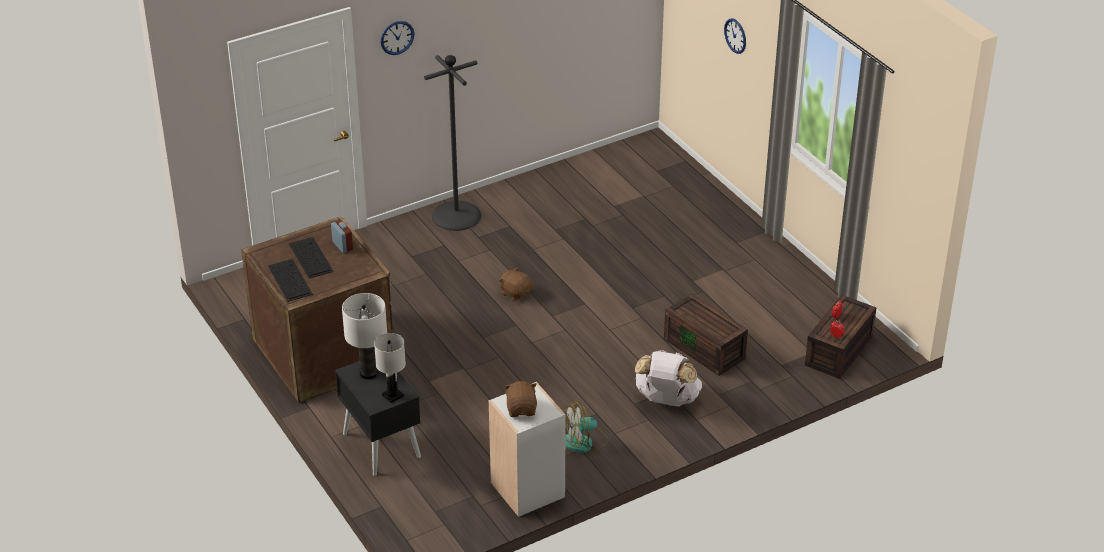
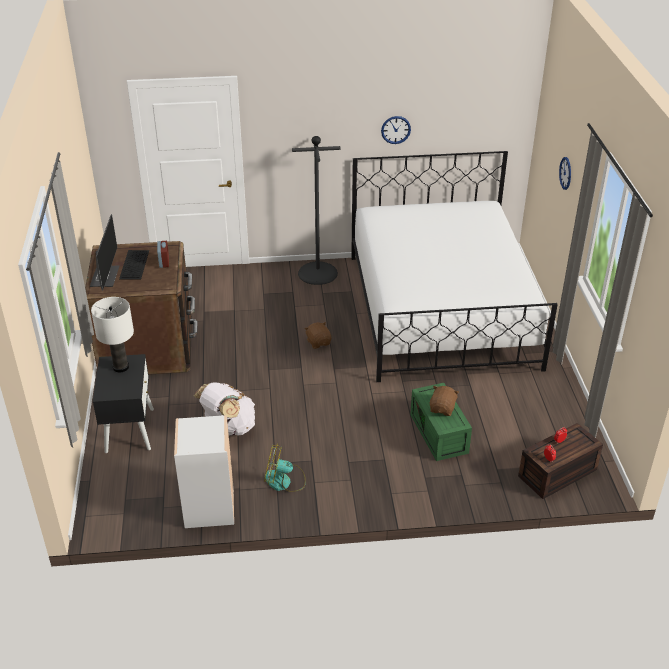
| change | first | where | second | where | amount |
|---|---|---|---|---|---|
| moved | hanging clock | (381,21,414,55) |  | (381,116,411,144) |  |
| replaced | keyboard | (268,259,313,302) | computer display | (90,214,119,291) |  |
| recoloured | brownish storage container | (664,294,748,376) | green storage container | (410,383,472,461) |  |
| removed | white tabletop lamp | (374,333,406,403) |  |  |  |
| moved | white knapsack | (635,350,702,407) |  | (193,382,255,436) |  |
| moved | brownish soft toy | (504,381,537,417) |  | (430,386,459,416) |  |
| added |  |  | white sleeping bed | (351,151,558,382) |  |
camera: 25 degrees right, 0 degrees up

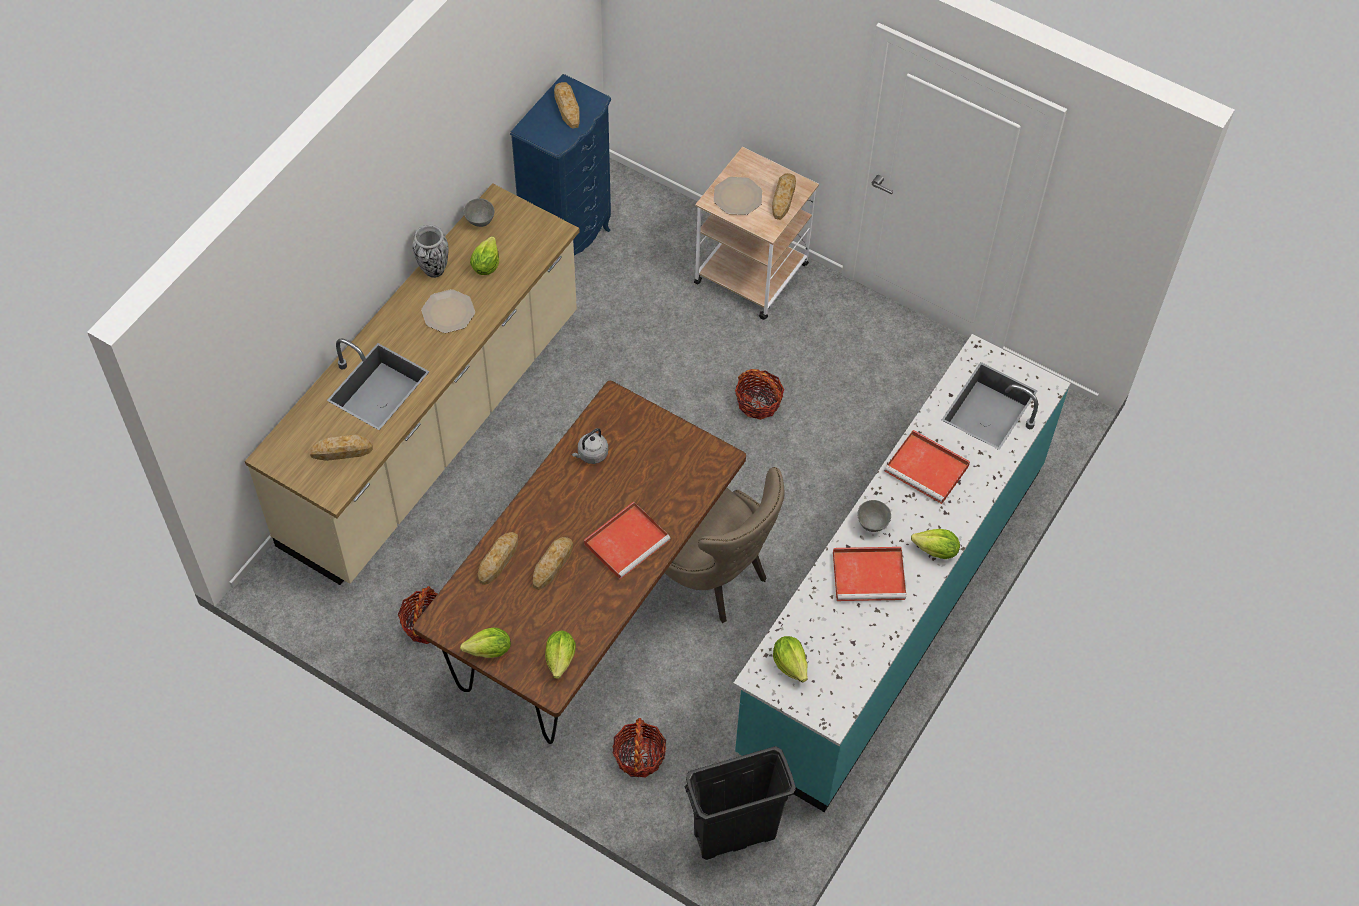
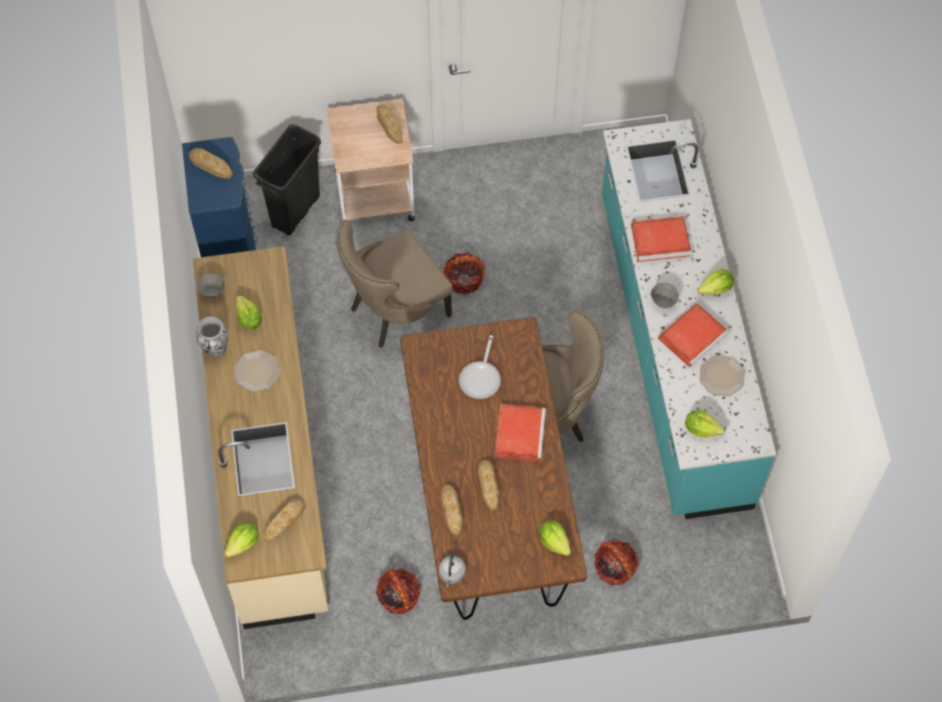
| change | first | where | second | where | amount |
|---|---|---|---|---|---|
| moved | plate | (714,177,762,215) |  | (699,355,745,396) |  |
| moved | greyish tea kettle | (572,428,608,464) |  | (439,553,466,587) |  |
| moved | head of lettuce | (460,627,511,658) |  | (224,522,258,558) |  |
| moved | black trash can | (684,746,796,860) |  | (253,124,321,236) |  |
| added |  |  | beige-coloured chair | (336,220,453,348) |  |
| added |  |  | skillet | (459,335,501,399) |  |
camera: 40 degrees left, 5 degrees up

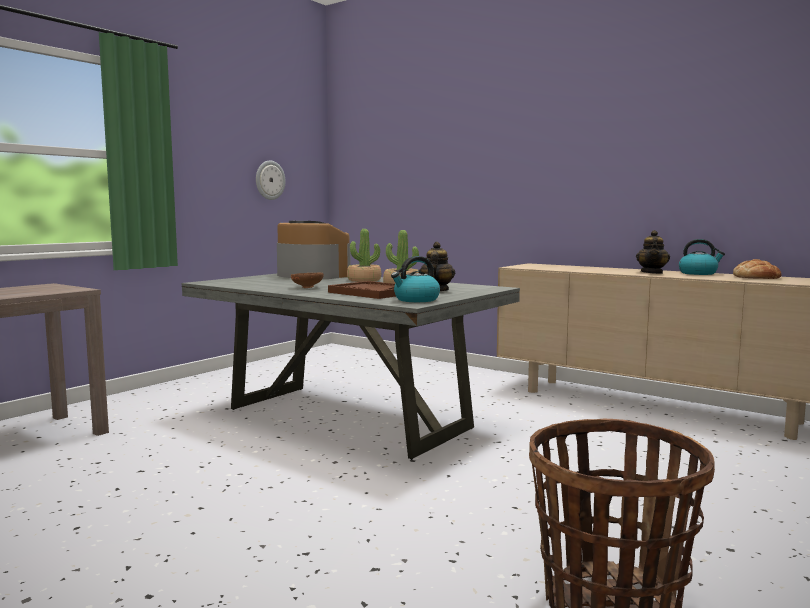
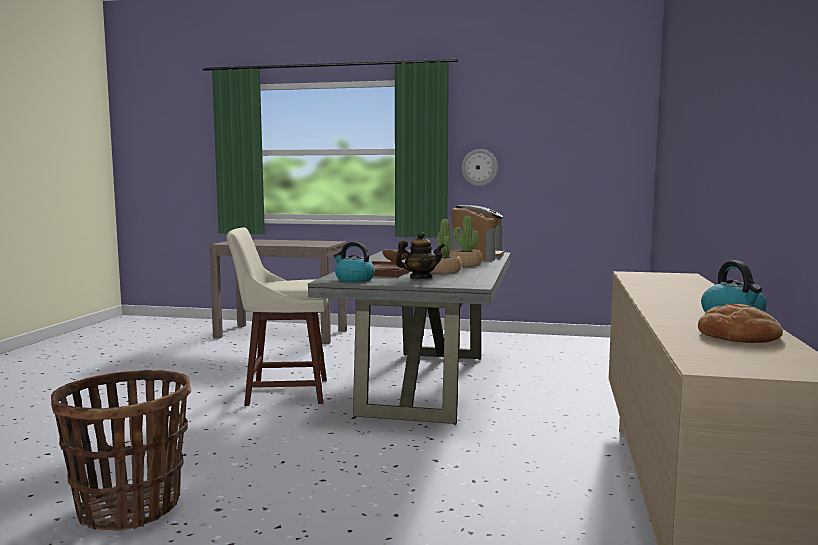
| change | first | where | second | where | amount |
|---|---|---|---|---|---|
| moved | hanging clock | (256,161,286,200) |  | (461,149,498,186) |  |
| removed | pot for tea | (636,230,670,274) |  |  |  |
| added |  |  | beige-coloured sitting stool | (227,227,328,406) |  |
camera: 65 degrees right, 0 degrees up

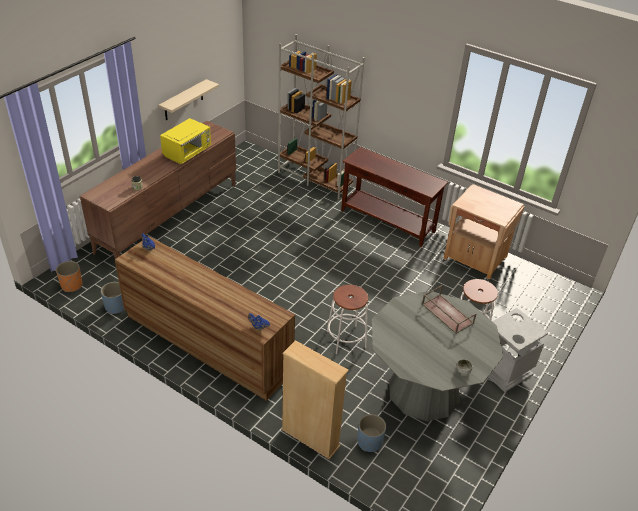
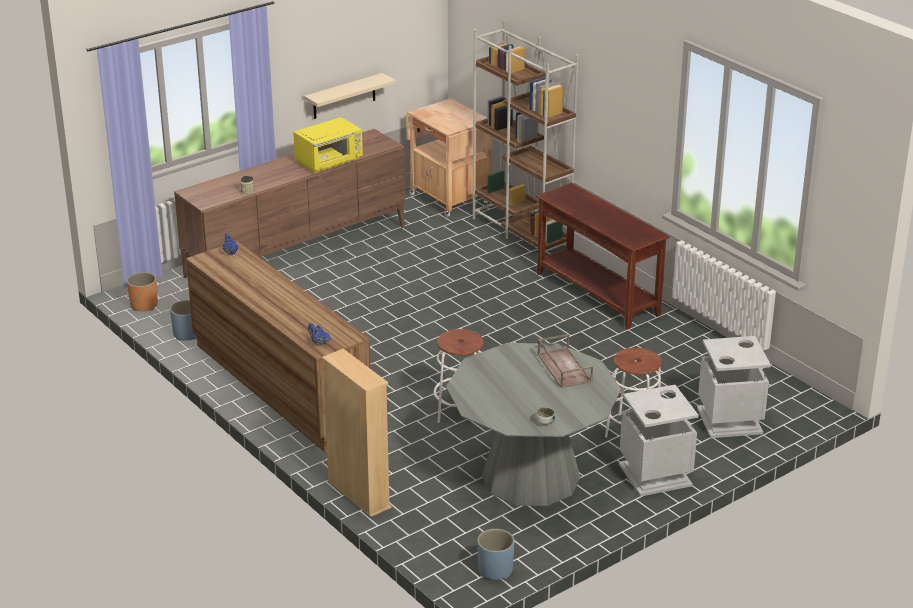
| change | first | where | second | where | amount |
|---|---|---|---|---|---|
| moved | brownish wheeled cart | (441,184,525,281) |  | (406,98,493,217) |  |
| moved | blue-coloured plant pot | (357,414,386,452) |  | (477,529,515,580) |  |
| added |  |  | greyish trash can | (697,336,771,438) |  |
camera: 20 degrees right, 10 degrees down

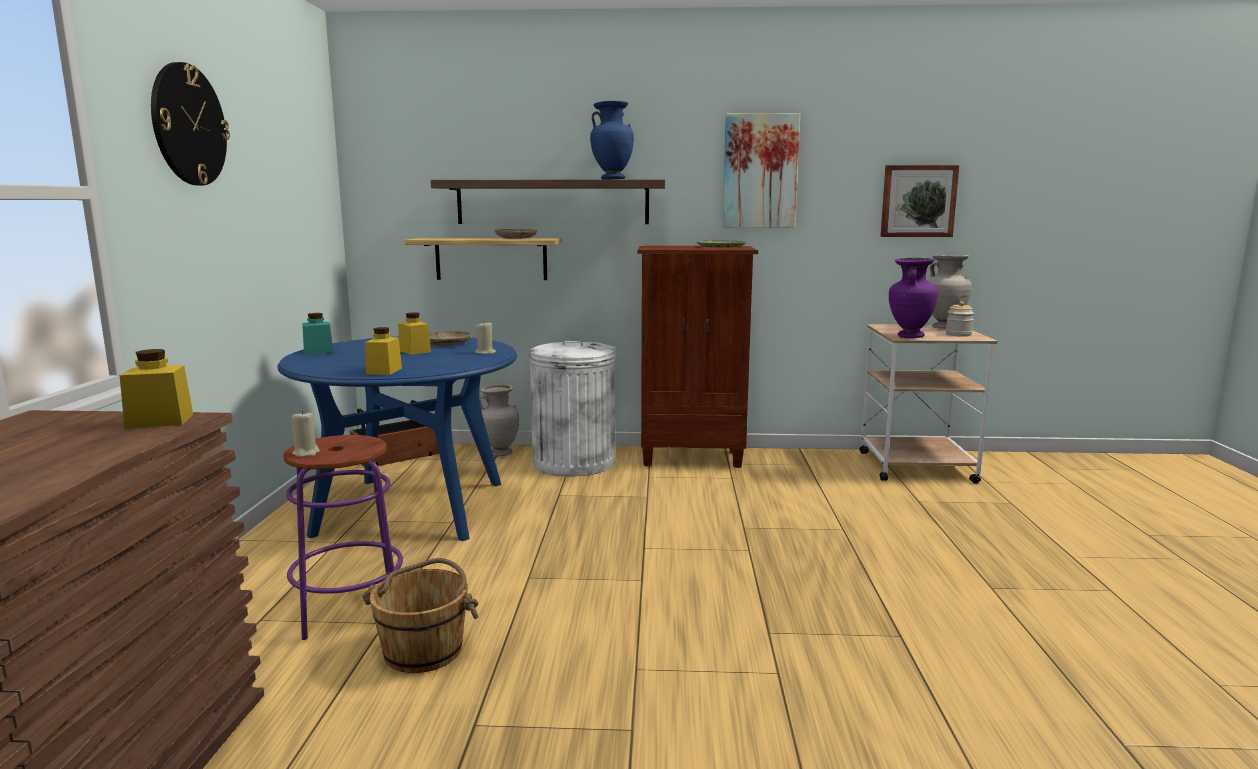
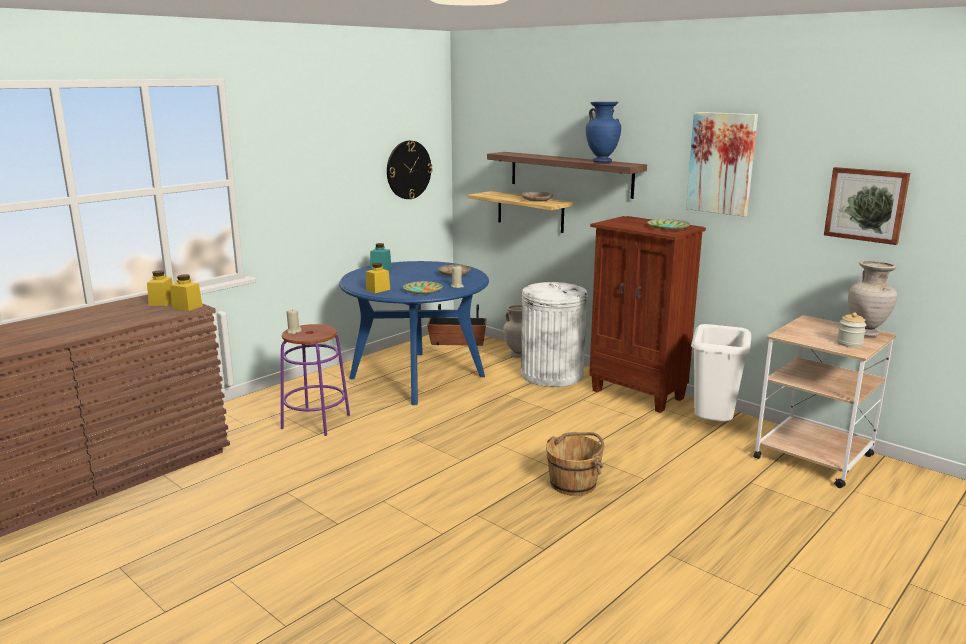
| change | first | where | second | where | amount |
|---|---|---|---|---|---|
| moved | hanging clock | (151,62,230,186) |  | (387,141,432,199) |  |
| removed | purplish vase | (889,258,938,338) |  |  |  |
| moved | yellowish preserve jar | (398,312,431,355) |  | (147,270,173,306) |  |
| moved | brownish pail | (362,558,479,673) |  | (546,432,604,496) |  |
| added |  |  | plate | (403,281,443,294) |  |
| added |  |  | white trash can | (691,324,751,422) |  |
camera: 40 degrees right, 5 degrees up

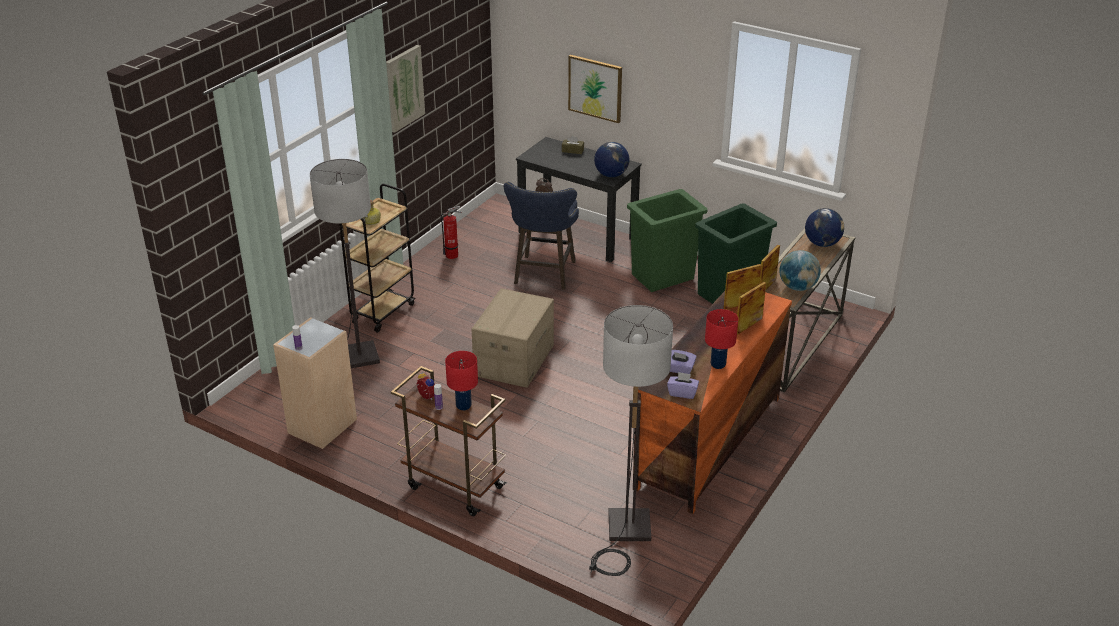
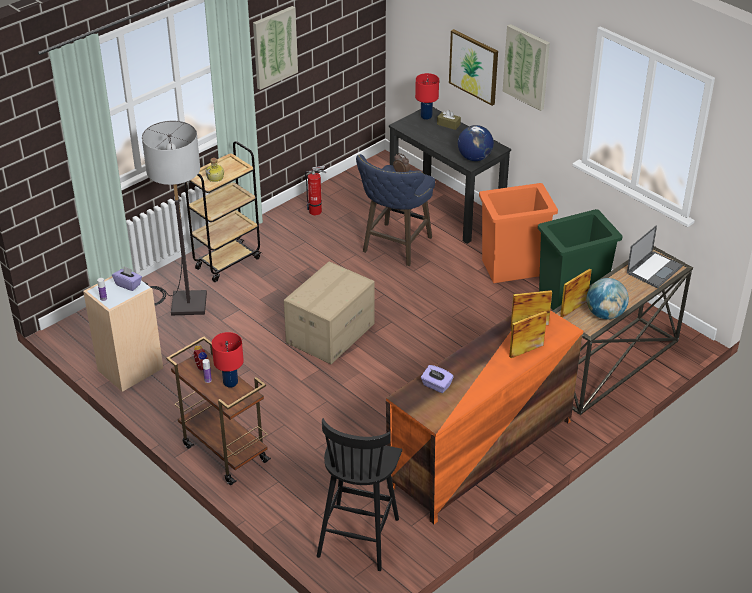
| change | first | where | second | where | amount |
|---|---|---|---|---|---|
| recoloured | green trash can | (627,189,708,292) | orangey trash can | (479,183,558,283) |  |
| replaced | world globe | (805,208,844,247) | laptop | (627,225,683,289) |  |
| replaced | standard lamp | (589,305,673,576) | black sitting stool | (317,418,402,571) |  |
| moved | red-coloured tabletop lamp | (705,309,738,369) |  | (415,73,439,120) |  |
| moved | purplish tissue box | (667,372,699,399) |  | (112,266,142,291) |  |
| added |  |  | wall picture | (502,24,550,111) |  |
camera: 15 degrees right, 5 degrees up

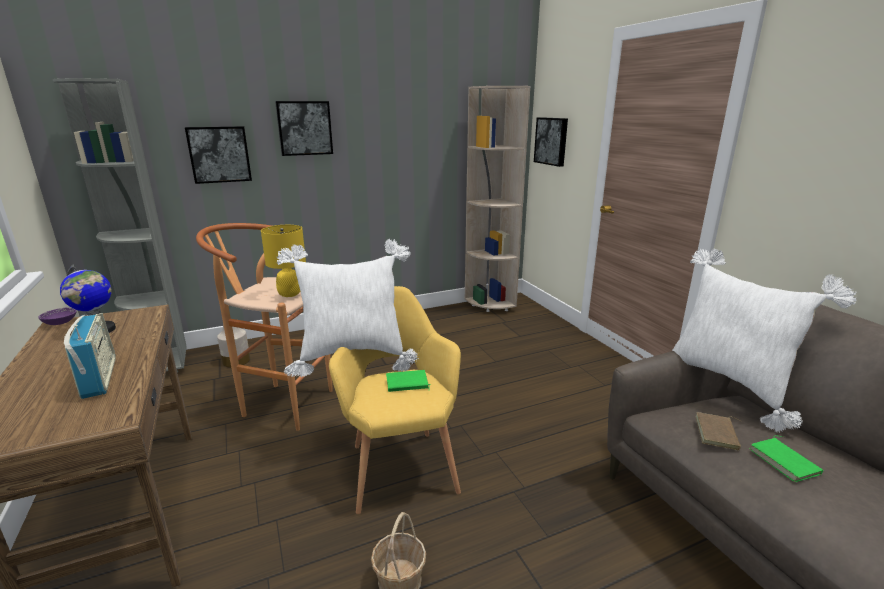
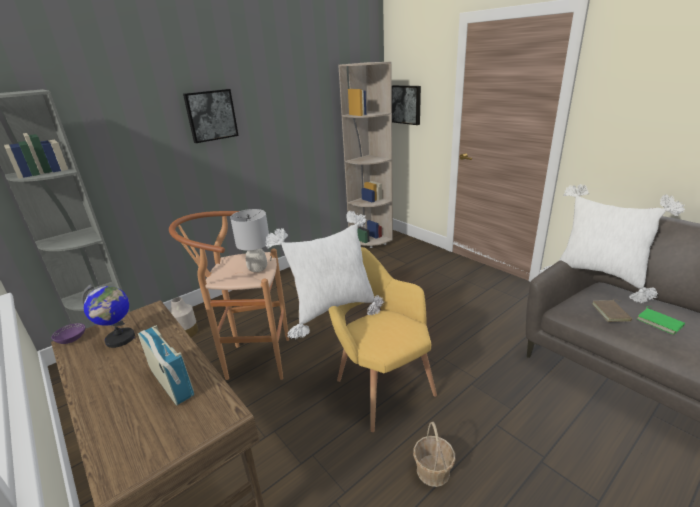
| change | first | where | second | where | amount |
|---|---|---|---|---|---|
| removed | wall picture | (185,126,252,184) |  |  |  |
| recoloured | yellowish tabletop lamp | (261,225,306,297) | greyish tabletop lamp | (230,209,269,272) |  |
| removed | green volume | (386,370,430,392) |  |  |  |
camera: 15 degrees left, 5 degrees up

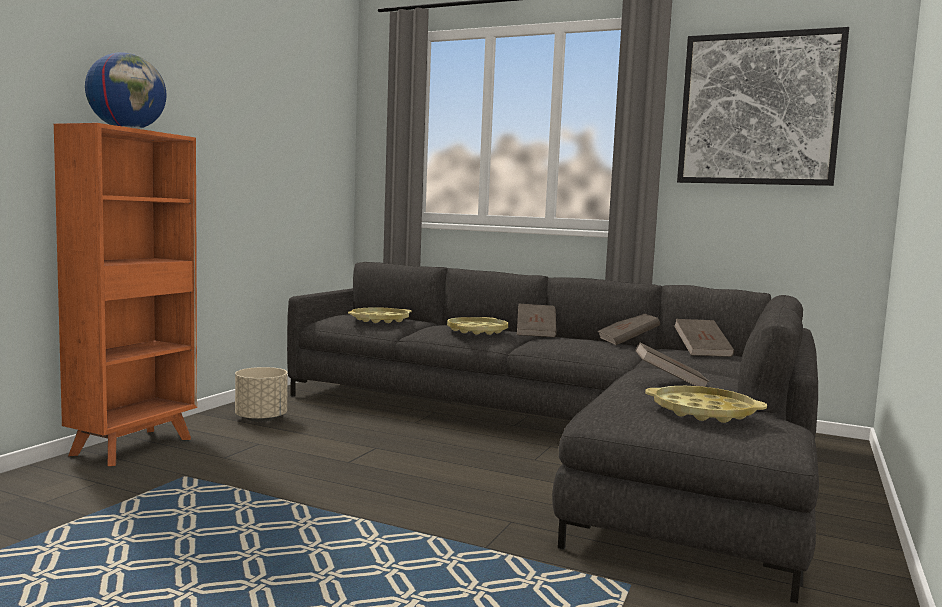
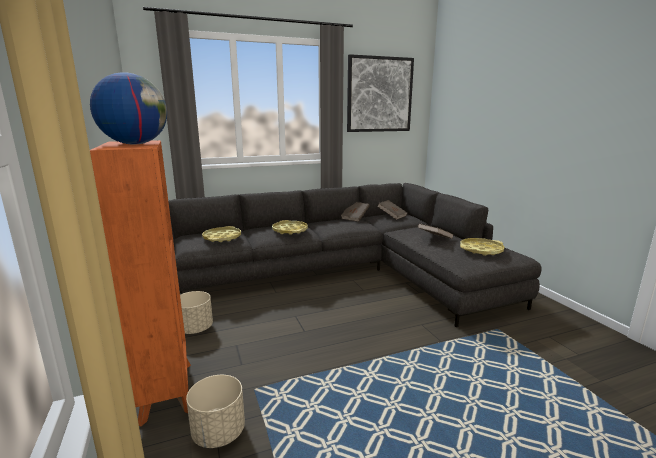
| change | first | where | second | where | amount |
|---|---|---|---|---|---|
| removed | brownish volume | (517,304,557,337) |  |  |  |
| added |  |  | beige-coloured plant pot | (186,375,245,448) |  |
camera: 45 degrees left, 10 degrees up

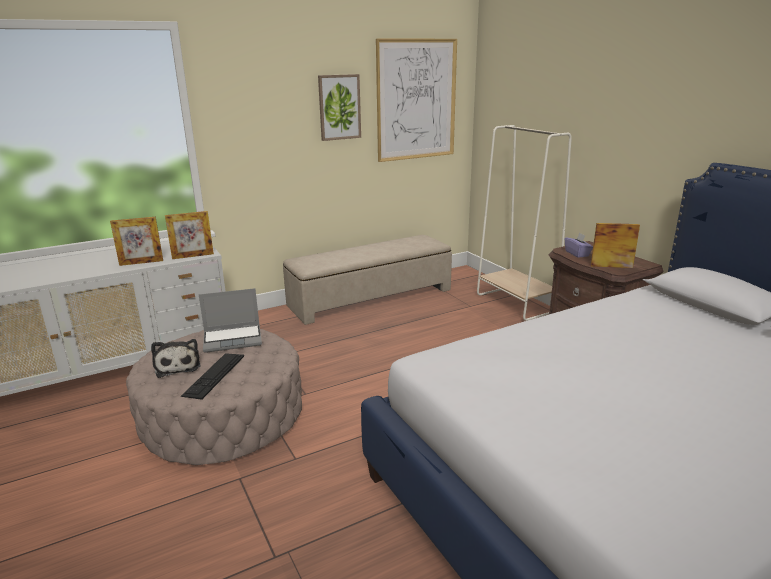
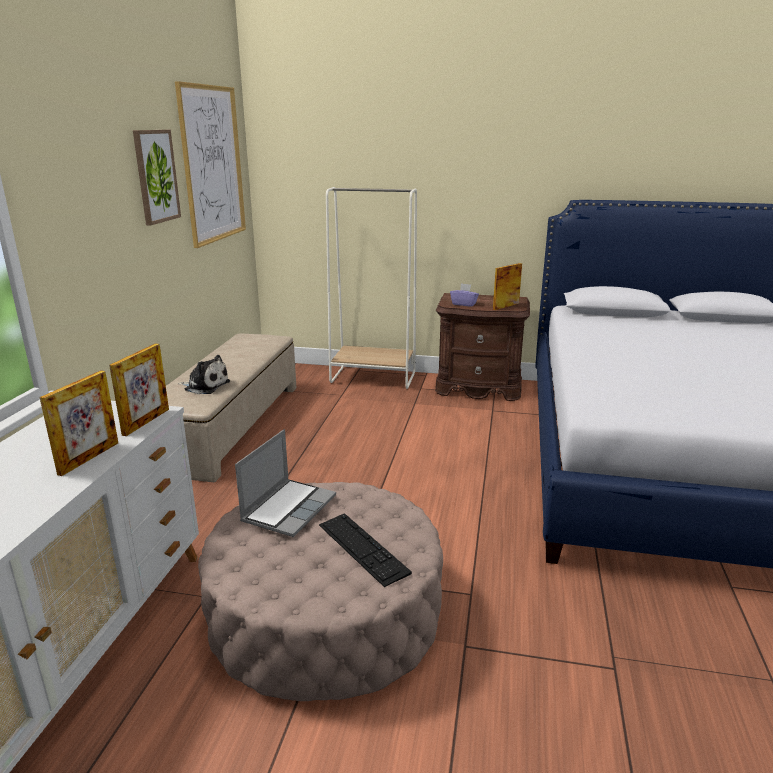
| change | first | where | second | where | amount |
|---|---|---|---|---|---|
| moved | soft toy | (151,339,200,378) |  | (178,355,230,394) |  |
camera: 50 degrees left, 0 degrees up

